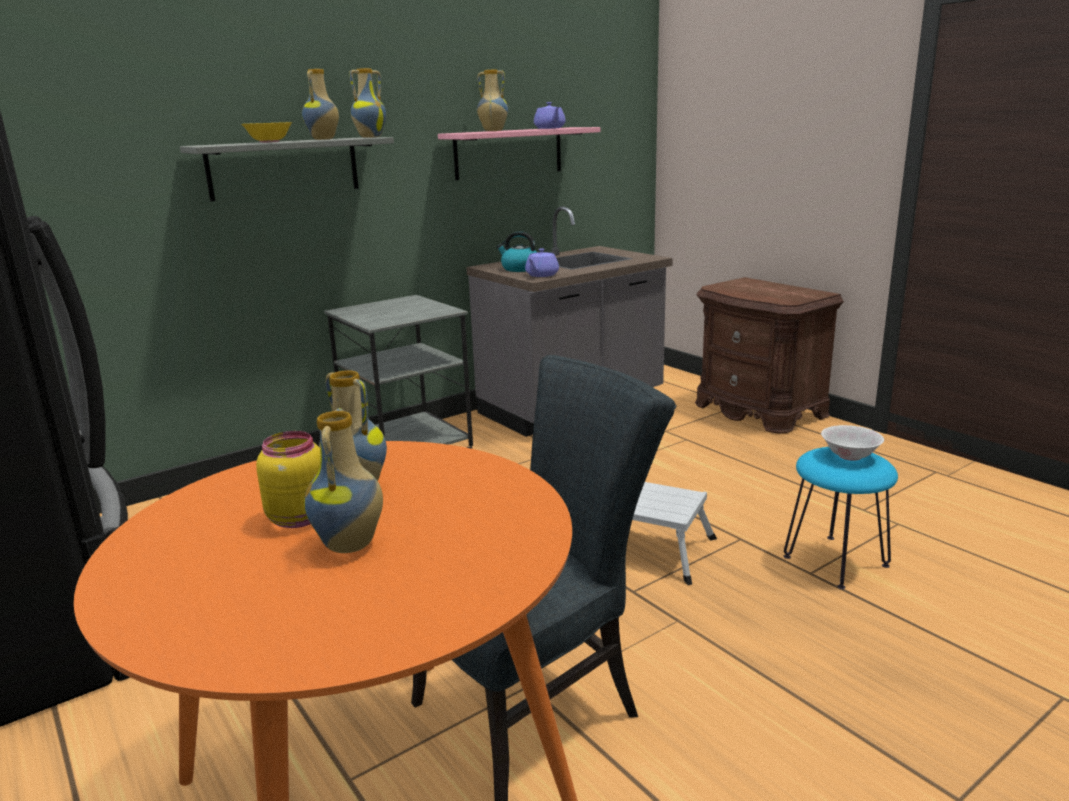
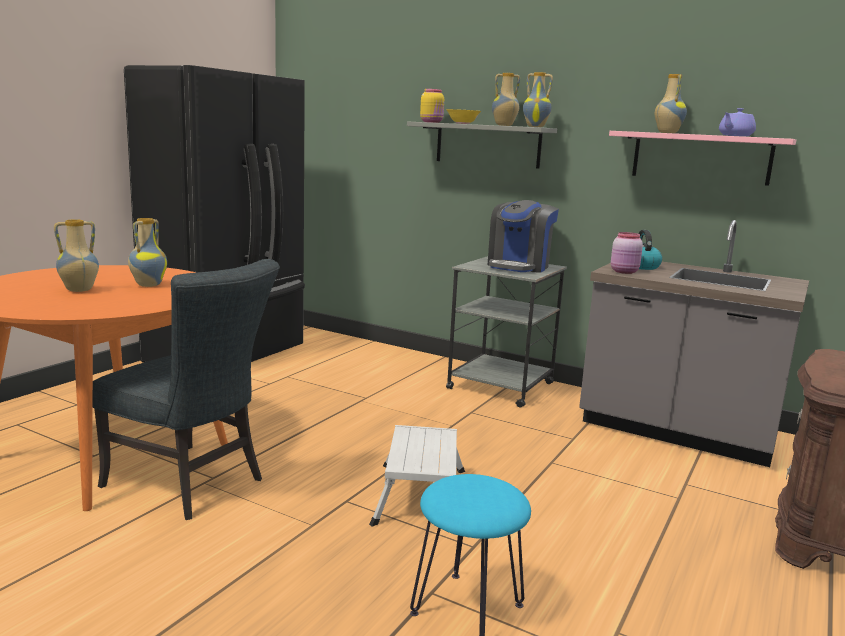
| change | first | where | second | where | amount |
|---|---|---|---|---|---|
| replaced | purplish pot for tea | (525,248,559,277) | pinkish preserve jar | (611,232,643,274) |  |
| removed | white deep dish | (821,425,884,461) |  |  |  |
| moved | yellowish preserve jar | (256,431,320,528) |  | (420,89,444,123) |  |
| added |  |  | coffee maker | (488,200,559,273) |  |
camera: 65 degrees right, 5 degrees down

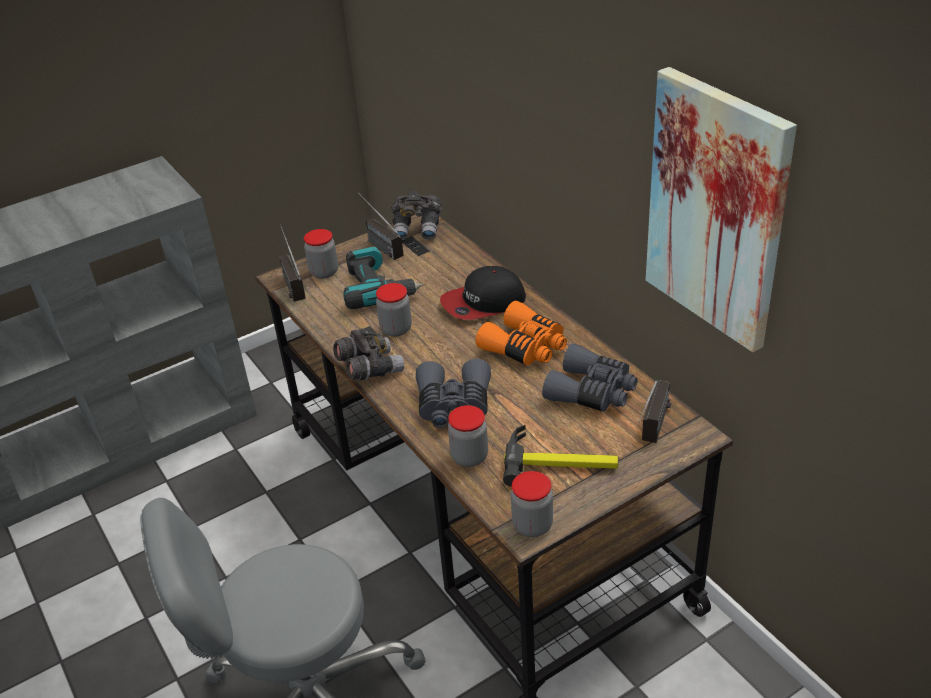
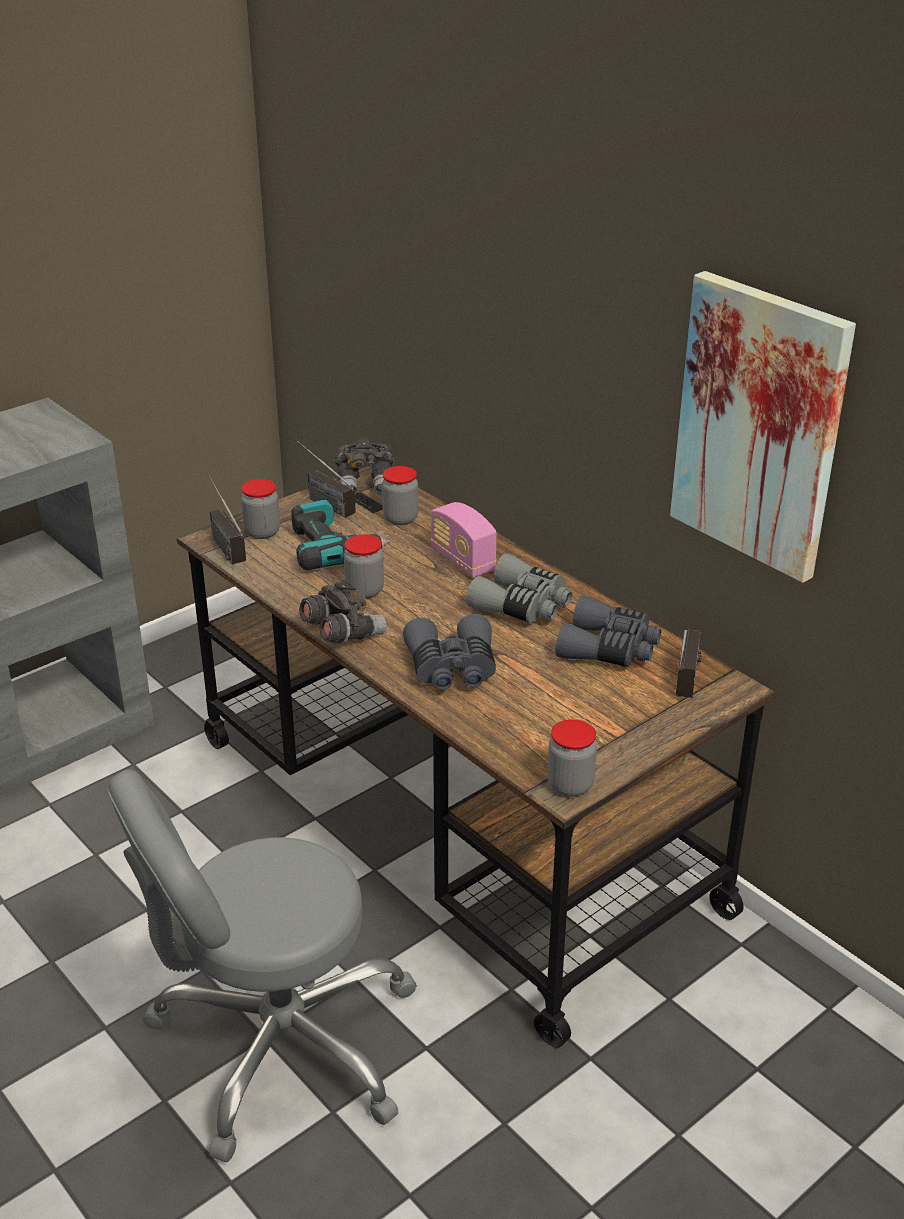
| change | first | where | second | where | amount |
|---|---|---|---|---|---|
| replaced | peaked cap | (440,266,526,320) | radio set | (431,502,497,578) |  |
| recoloured | orangey pair of binoculars | (476,301,567,365) | greyish pair of binoculars | (466,554,572,623) |  |
| moved | preserve jar | (448,405,488,467) |  | (382,466,418,525) |  |
| removed | hammer | (503,425,618,487) |  |  |  |
camera: 10 degrees left, 5 degrees down

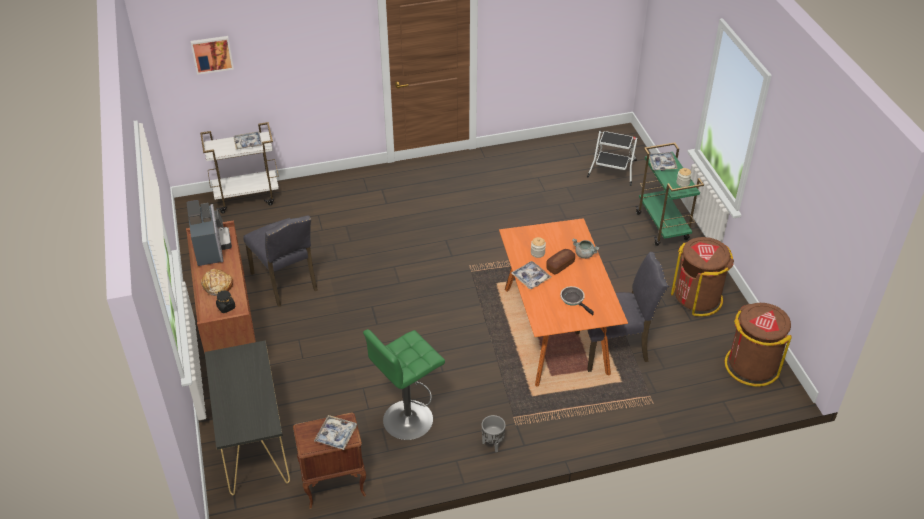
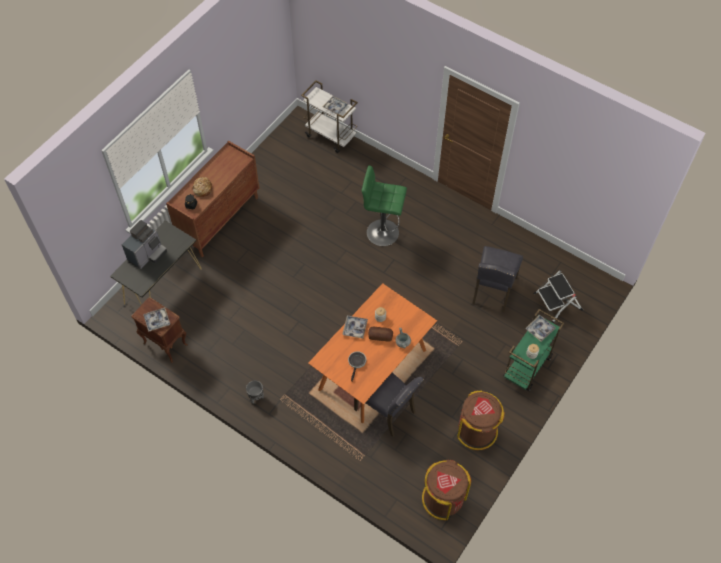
| change | first | where | second | where | amount |
|---|---|---|---|---|---|
| removed | wall picture | (191,36,234,75) |  |  |  |
| moved | coffee maker | (187,200,232,266) |  | (122,220,167,269) |  |
| moved | greyish chair | (243,215,318,307) |  | (472,246,523,313) |  |
| moved | green sitting stool | (363,329,445,440) |  | (362,166,407,246) |  |
camera: 50 degrees right, 15 degrees up

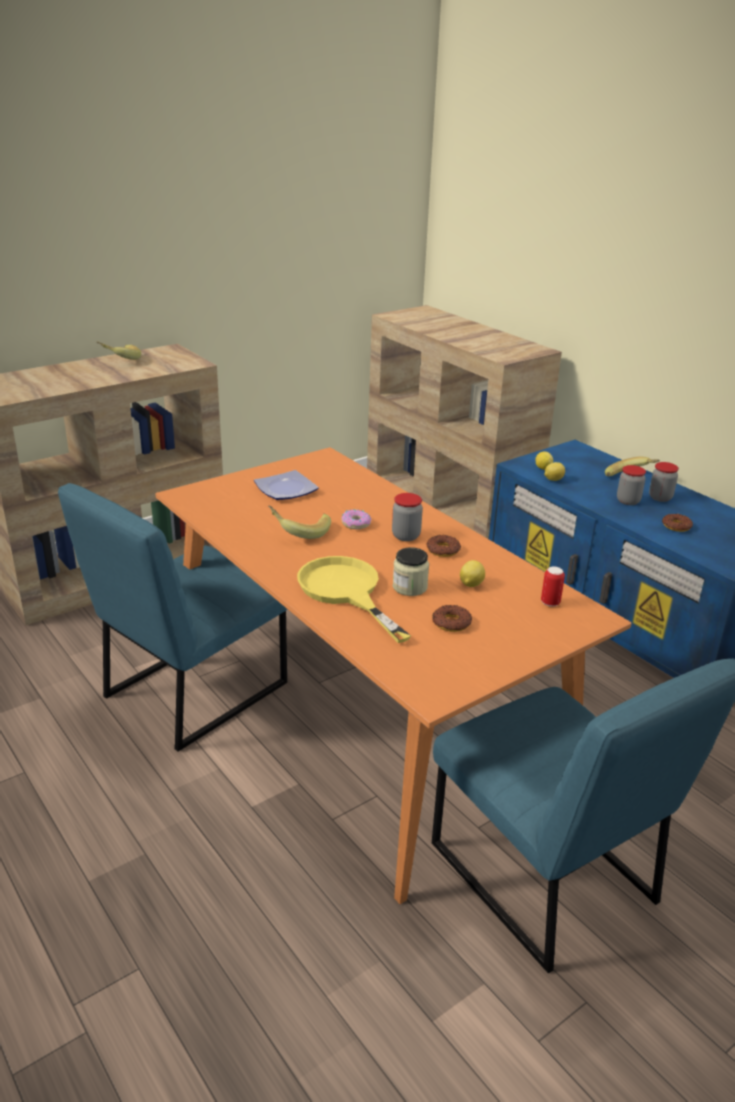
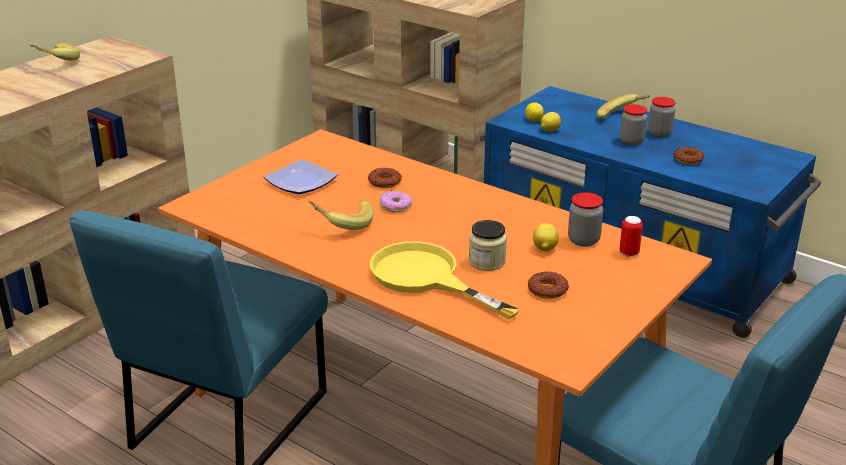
| change | first | where | second | where | amount |
|---|---|---|---|---|---|
| moved | preserve jar | (392,493,423,541) |  | (568,192,603,247) |  |
| moved | ring doughnut | (427,535,461,557) |  | (368,167,402,188) |  |
camera: 15 degrees left, 0 degrees up

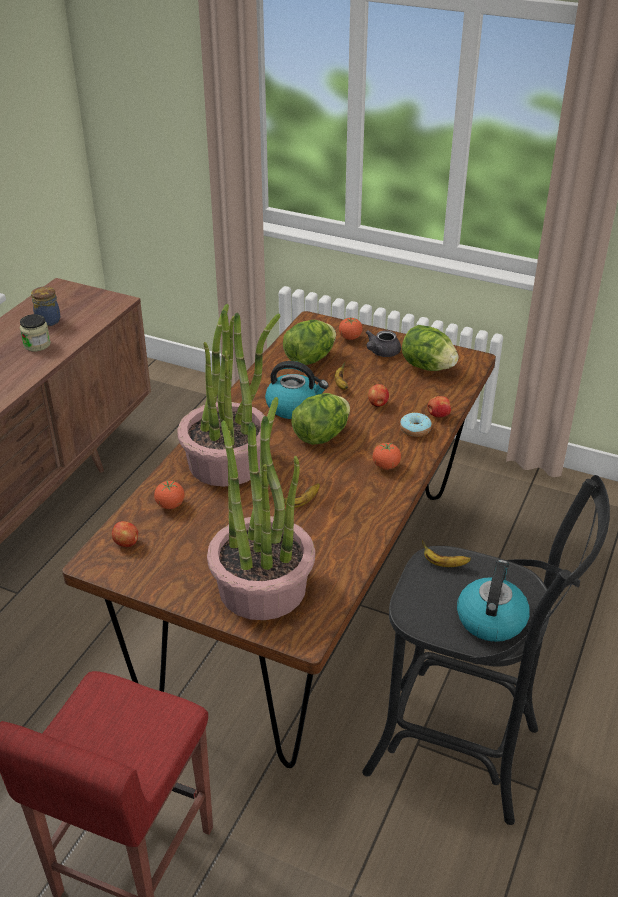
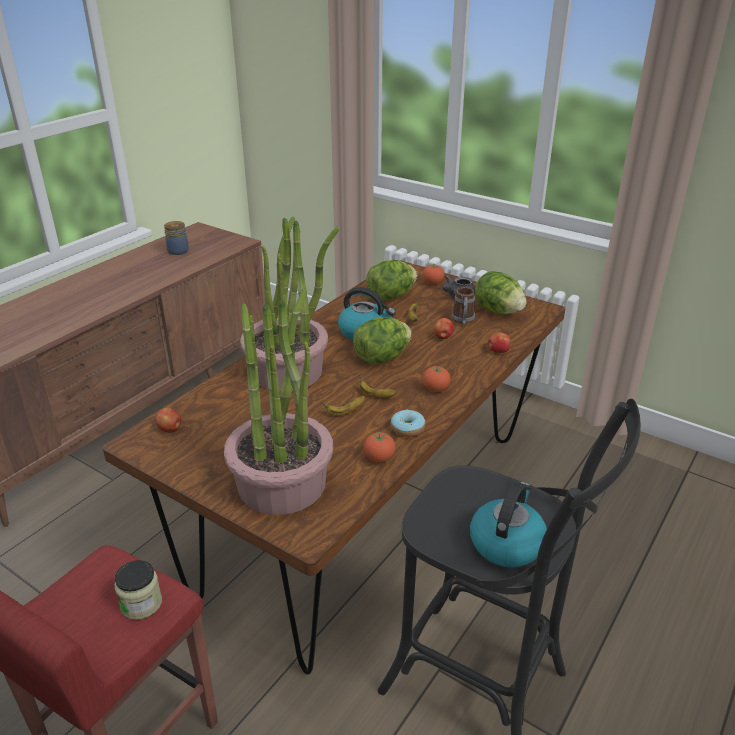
| change | first | where | second | where | amount |
|---|---|---|---|---|---|
| moved | preserve jar | (20,314,51,351) |  | (114,560,162,620) |  |
| moved | ring doughnut | (400,412,432,437) |  | (391,409,425,437) |  |
| moved | whole tomato | (154,480,184,509) |  | (364,432,395,462) |  |
| moved | whole banana | (422,541,471,567) |  | (359,374,397,398) |  |
| added |  |  | coffee mug | (452,287,475,325) |  |
camera: 10 degrees right, 5 degrees down

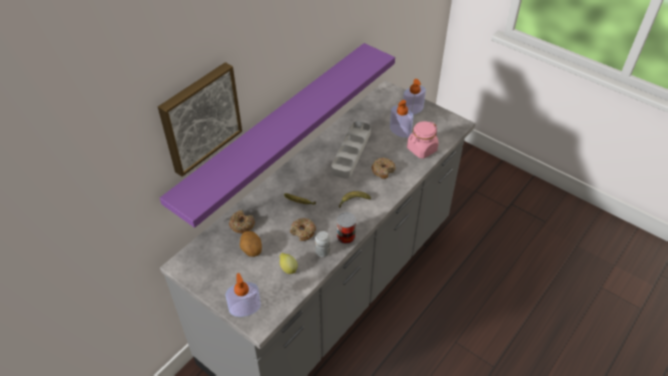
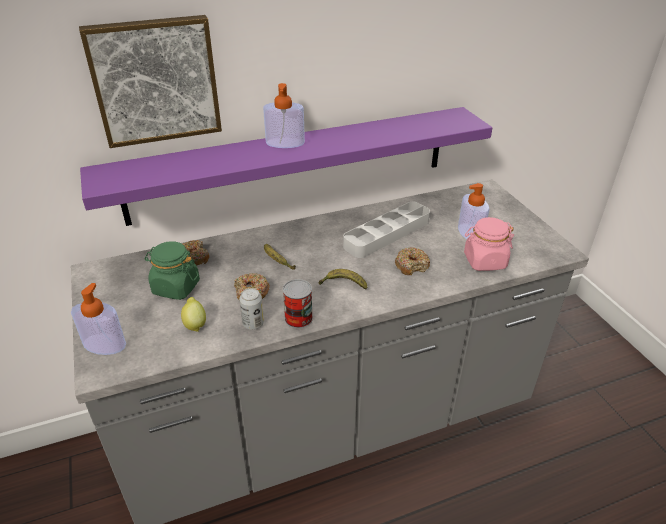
| change | first | where | second | where | amount |
|---|---|---|---|---|---|
| moved | soap dispenser | (403,79,426,115) |  | (263,83,305,148) |  |
| replaced | whole potato | (240,231,262,257) | green preserve jar | (145,241,200,300) |  |
camera: 30 degrees right, 10 degrees down

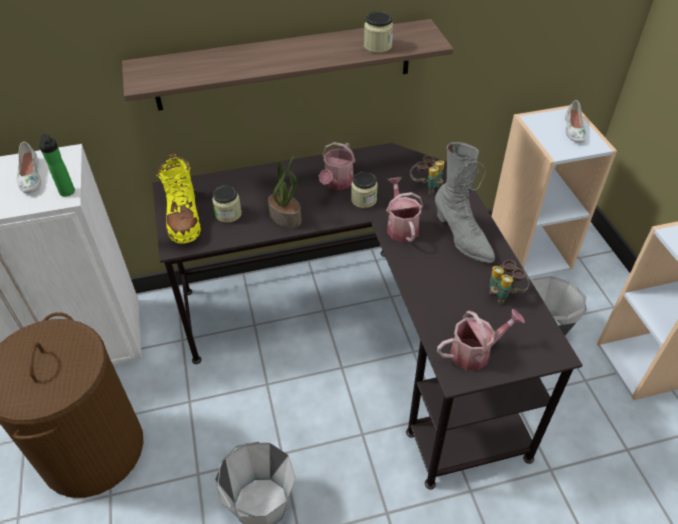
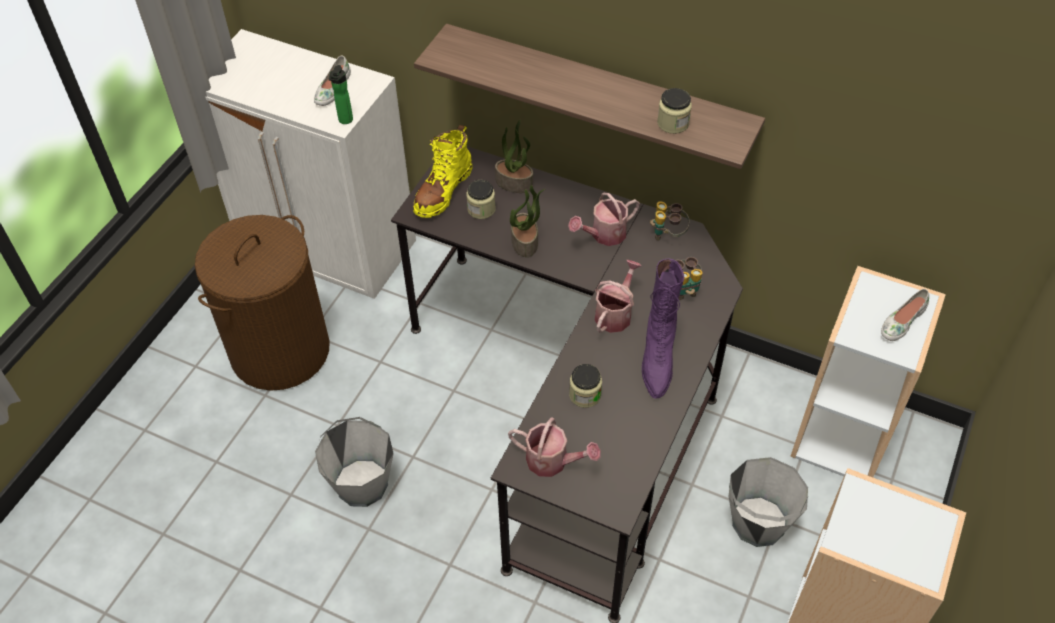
| change | first | where | second | where | amount |
|---|---|---|---|---|---|
| recoloured | greyish tall boot | (435,142,495,263) | purplish tall boot | (642,258,684,399) |  |
| moved | preserve jar | (351,172,378,208) |  | (569,364,602,408) |  |
| moved | pair of binoculars | (489,260,529,305) |  | (650,201,689,241) |  |
| added |  |  | houseplant | (495,120,533,193) |  |
camera: 40 degrees right, 5 degrees up

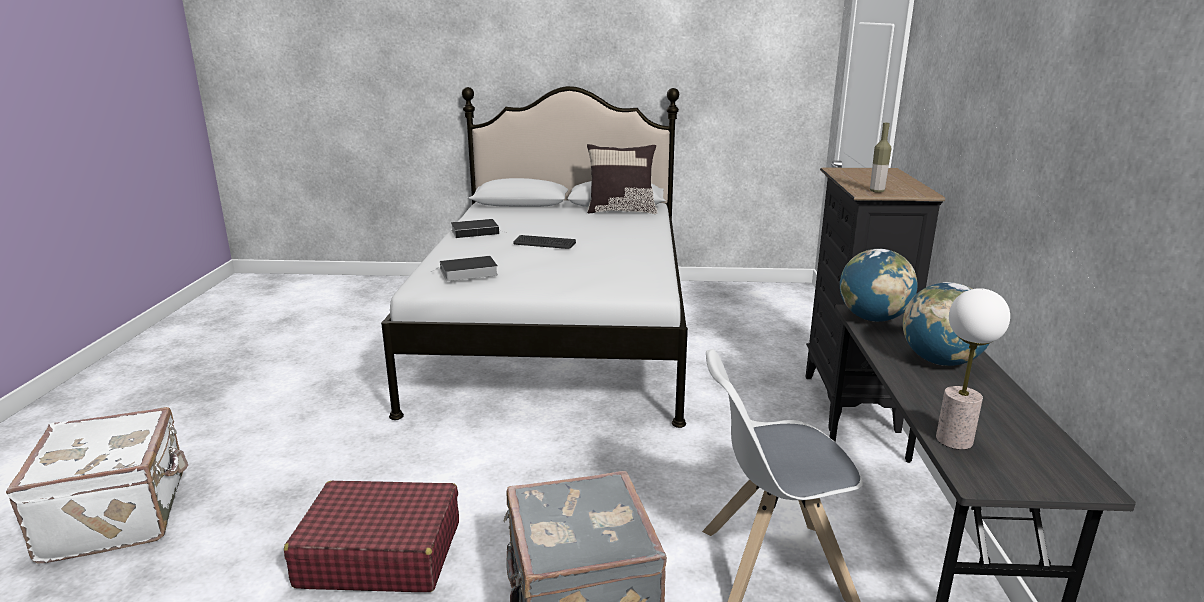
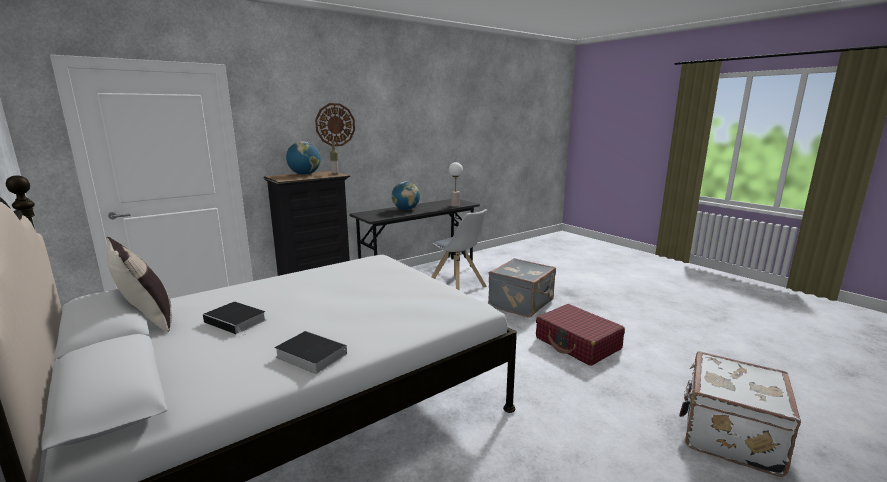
| change | first | where | second | where | amount |
|---|---|---|---|---|---|
| removed | keyboard | (513,235,576,249) |  |  |  |
| moved | world globe | (840,249,918,322) |  | (286,141,321,175) |  |
| moved | volume | (431,256,498,281) |  | (203,302,266,336) |  |
| added |  |  | hanging clock | (315,103,355,146) |  |
camera: 130 degrees left, 5 degrees down

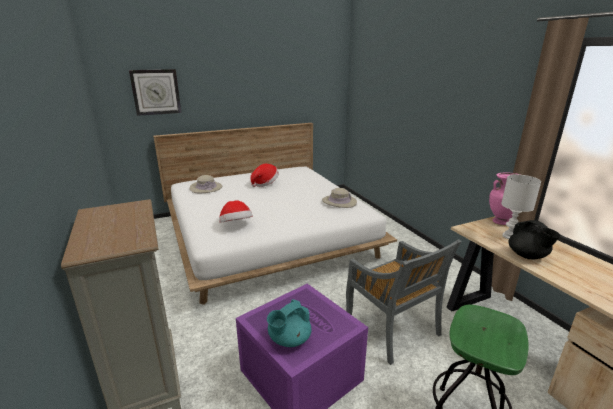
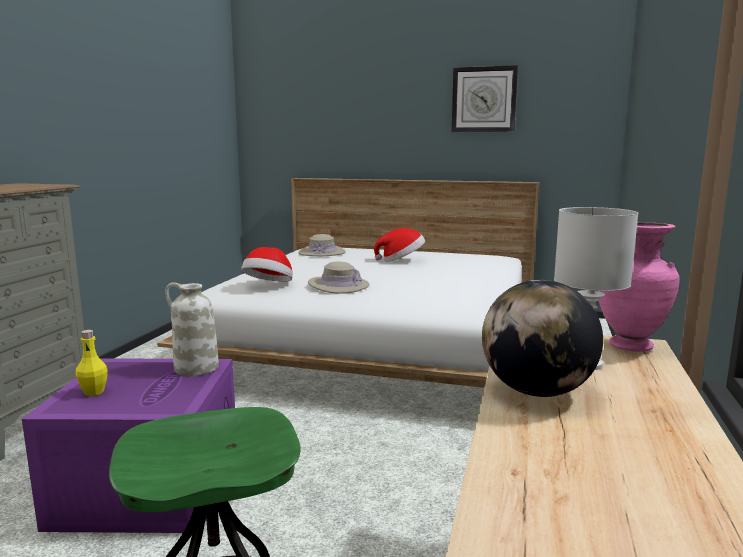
| change | first | where | second | where | amount |
|---|---|---|---|---|---|
| moved | hanging clock | (129,69,181,116) |  | (452,65,518,132) |  |
| moved | beige-coloured wearable hat | (322,188,357,208) |  | (308,262,369,294) |  |
| replaced | black pot for tea | (509,220,561,259) | world globe | (482,280,603,397) |  |
| removed | greyish chair | (346,239,462,365) |  |  |  |
| replaced | turquoise pot for tea | (267,299,311,347) | yellowish drink bottle | (76,330,108,396) |  |
| added |  |  | white vase | (165,282,219,376) |  |
camera: 40 degrees right, 10 degrees down

